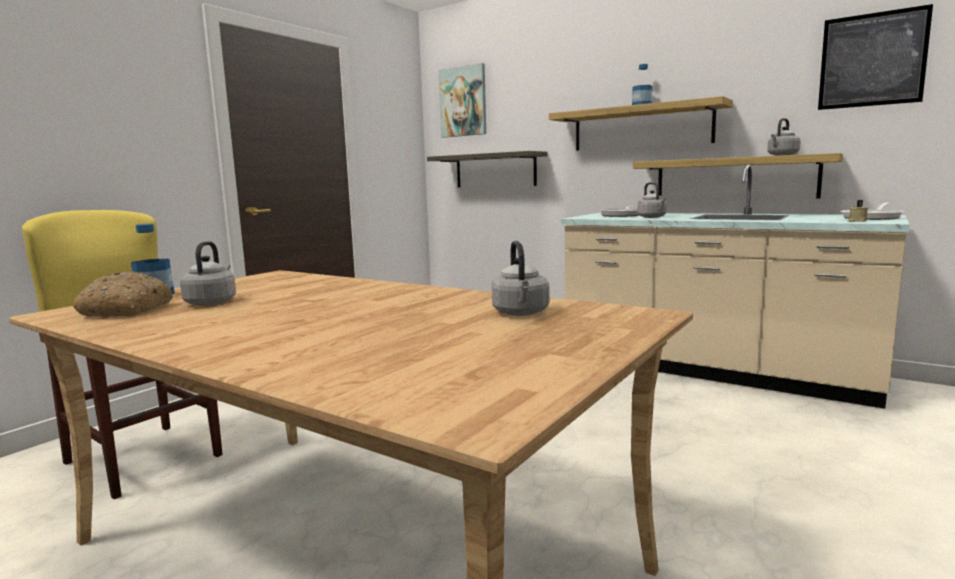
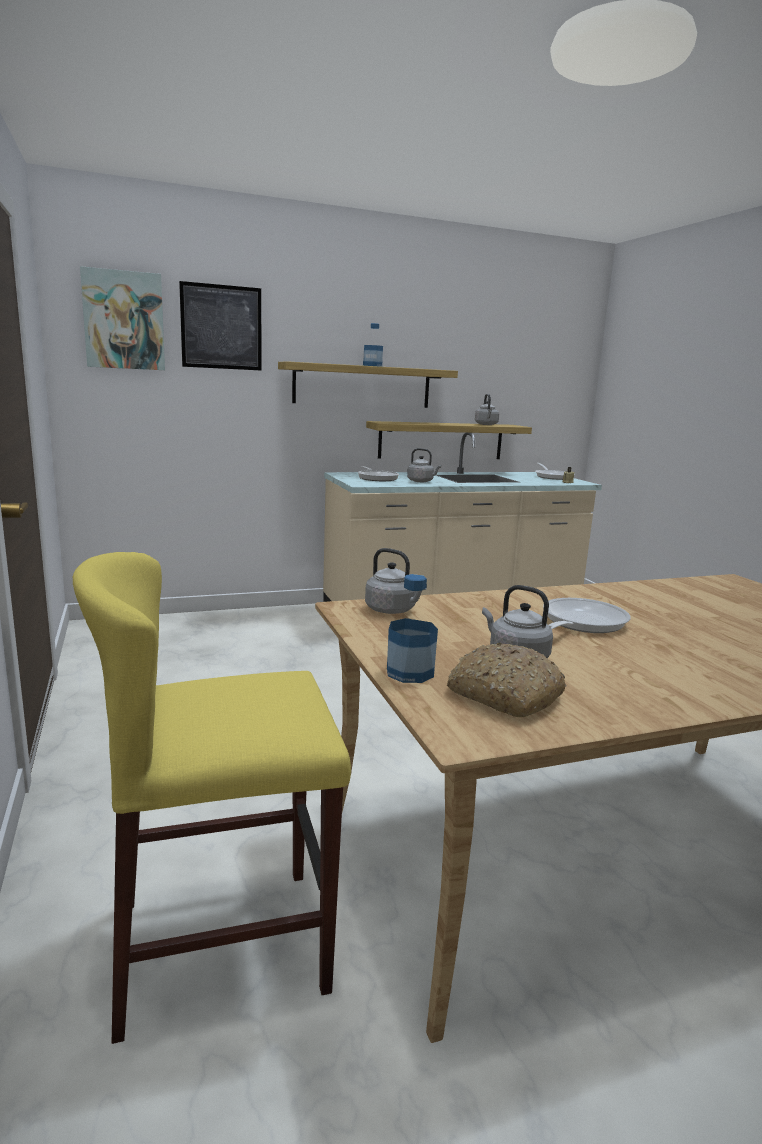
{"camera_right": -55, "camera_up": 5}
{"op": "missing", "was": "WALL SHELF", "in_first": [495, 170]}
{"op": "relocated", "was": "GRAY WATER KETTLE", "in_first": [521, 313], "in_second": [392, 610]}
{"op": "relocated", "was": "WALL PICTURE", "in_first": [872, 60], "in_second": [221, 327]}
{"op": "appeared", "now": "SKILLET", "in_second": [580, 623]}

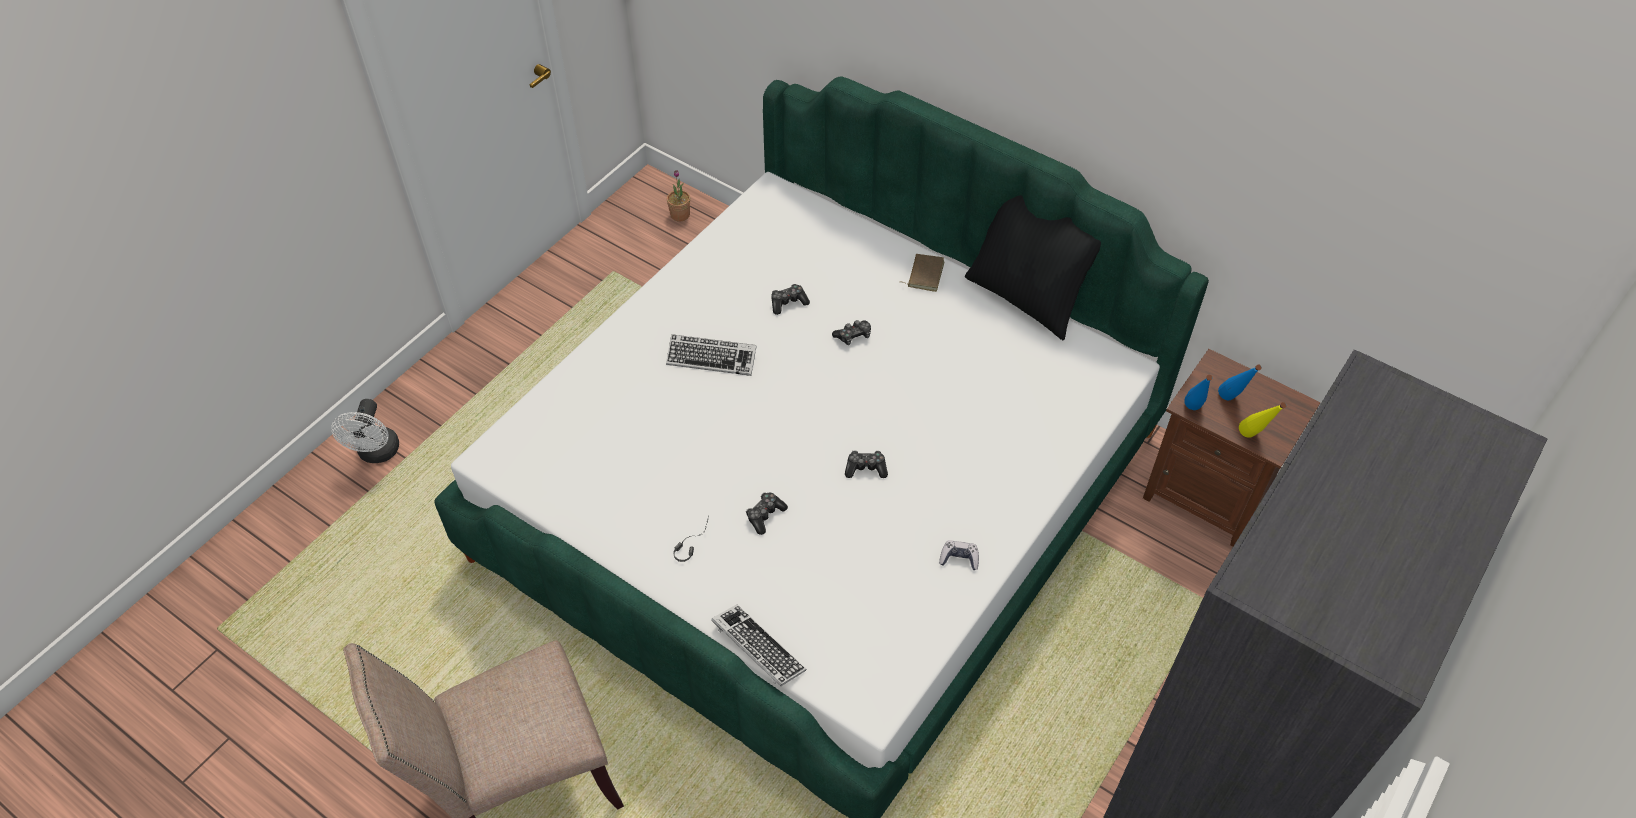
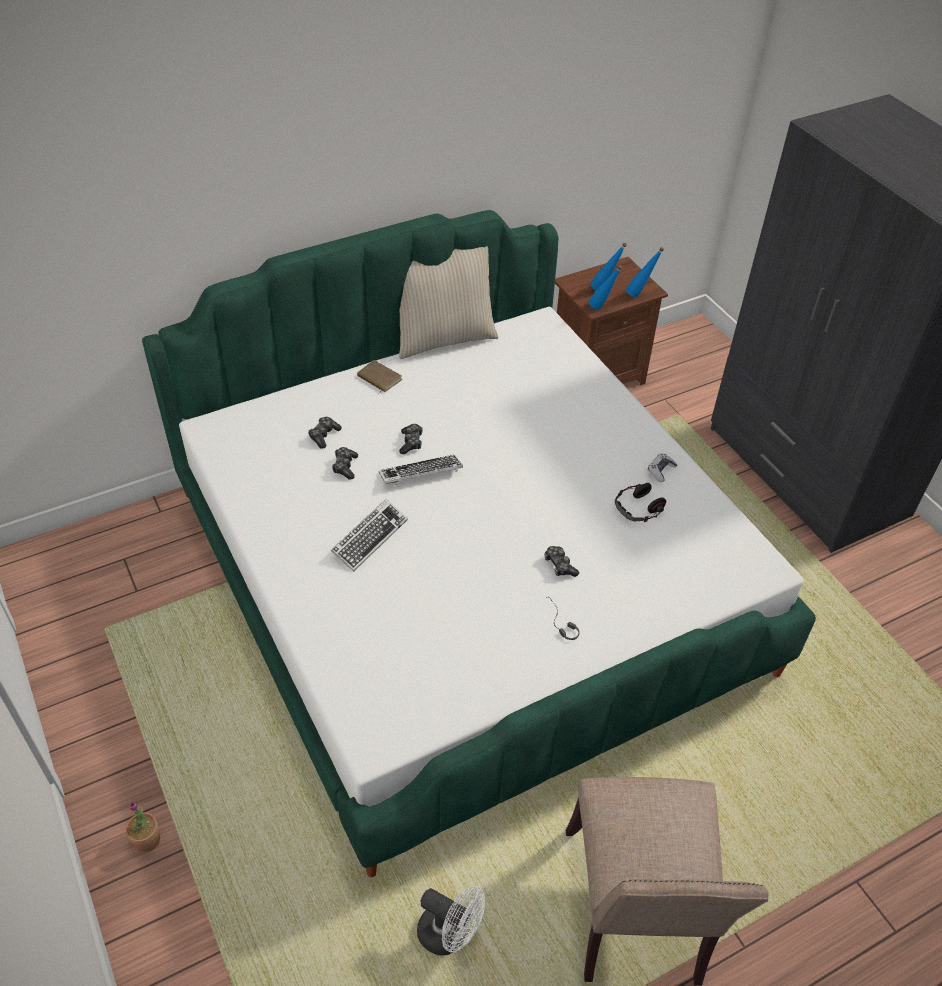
{"camera_right": -65, "camera_up": -5}
{"op": "relocated", "was": "WHITE FAN", "in_first": [377, 454], "in_second": [449, 935]}
{"op": "relocated", "was": "PLANT IN A POT", "in_first": [680, 215], "in_second": [147, 840]}
{"op": "relocated", "was": "COMPUTER KEYBOARD", "in_first": [758, 648], "in_second": [421, 474]}
{"op": "relocated", "was": "GAMEPAD", "in_first": [866, 468], "in_second": [324, 435]}
{"op": "colour", "was": "BLACK-COLOURED THROW PILLOW", "now": "SAND-COLOURED THROW PILLOW", "in_first": [1026, 297], "in_second": [443, 338]}
{"op": "colour", "was": "YELLOWISH BEVERAGE BOTTLE", "now": "BLUISH BEVERAGE BOTTLE", "in_first": [1252, 439], "in_second": [640, 295]}
{"op": "appeared", "now": "HEADSET", "in_second": [638, 508]}

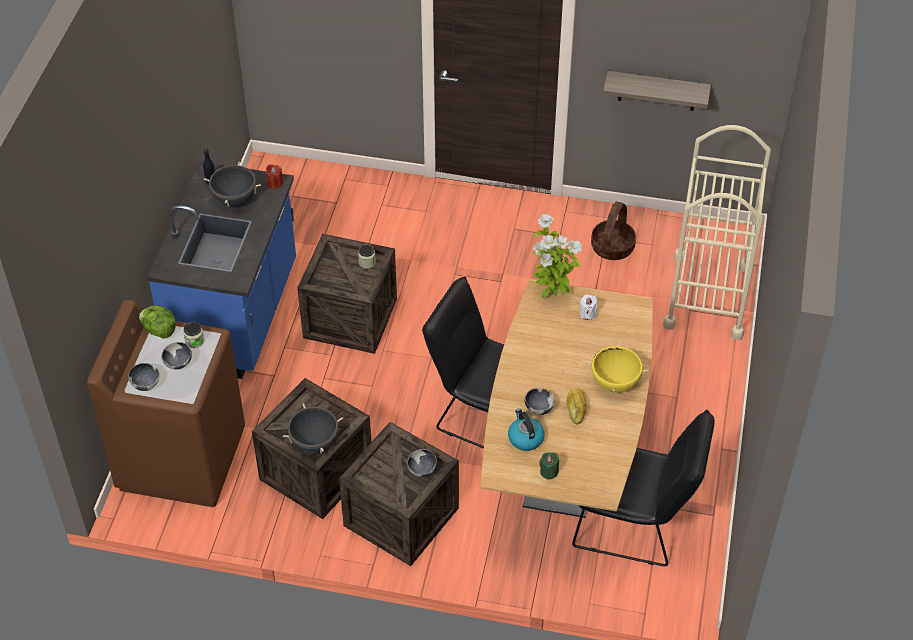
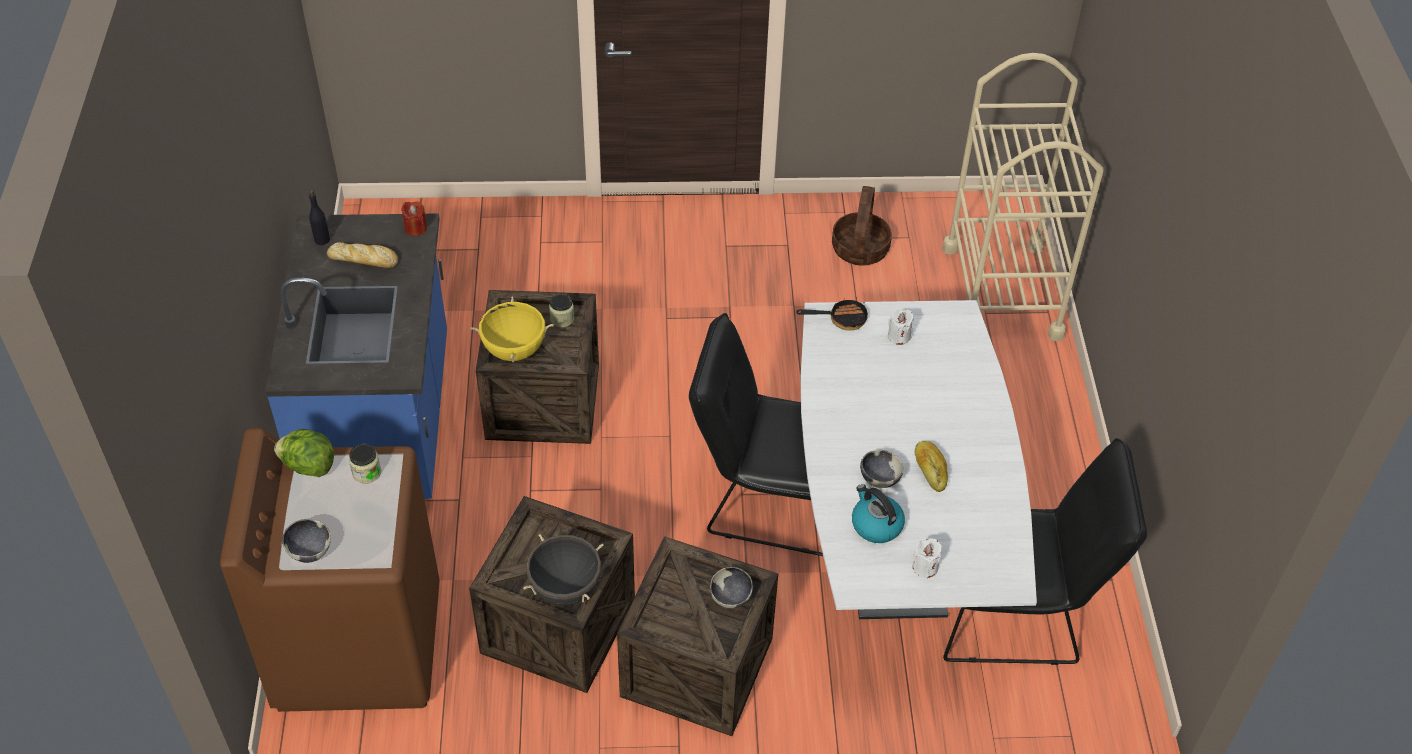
{"camera_right": -15, "camera_up": 0}
{"op": "missing", "was": "SERVING BOWL", "in_first": [178, 363]}
{"op": "exchanged", "was": "BLACK-COLOURED SAUCEPOT", "now": "BAKED BREAD", "in_first": [235, 199], "in_second": [364, 260]}
{"op": "colour", "was": "BROWN KITCHEN TABLE", "now": "WHITE KITCHEN TABLE", "in_first": [564, 461], "in_second": [893, 544]}
{"op": "exchanged", "was": "PLANT IN A POT", "now": "SKILLET", "in_first": [551, 294], "in_second": [841, 319]}
{"op": "colour", "was": "GREEN-COLOURED WAX CANDLE", "now": "WHITE WAX CANDLE", "in_first": [549, 472], "in_second": [925, 567]}
{"op": "relocated", "was": "YELLOWISH SAUCEPOT", "in_first": [614, 383], "in_second": [514, 350]}
{"op": "missing", "was": "WALL SHELF", "in_first": [657, 91]}

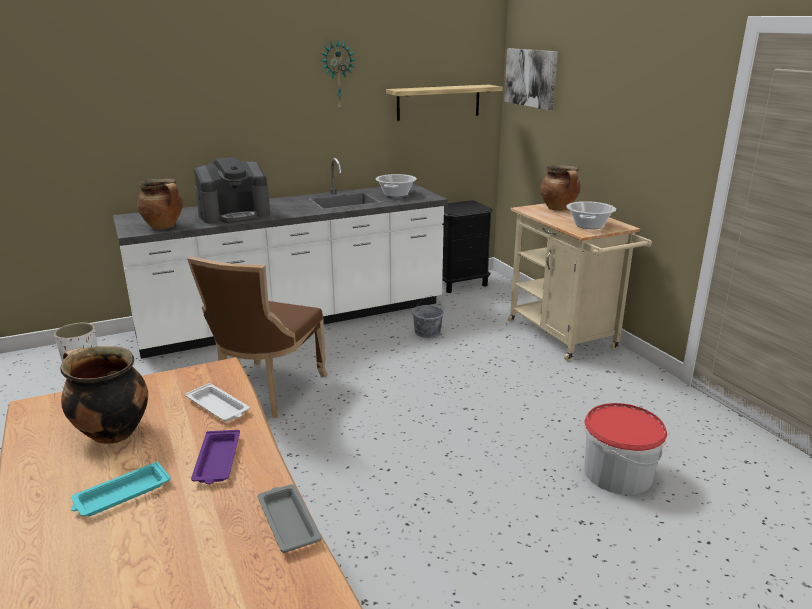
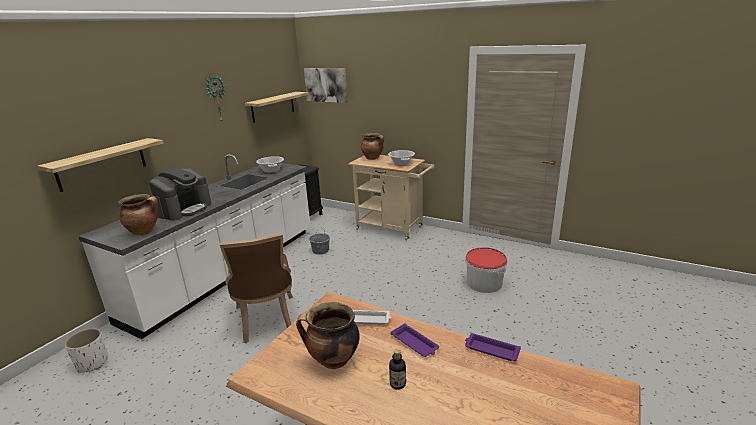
{"camera_right": -35, "camera_up": 0}
{"op": "exchanged", "was": "TURQUOISE SERVING TRAY", "now": "BEVERAGE BOTTLE", "in_first": [120, 495], "in_second": [397, 384]}
{"op": "colour", "was": "GRAY SERVING TRAY", "now": "PURPLE SERVING TRAY", "in_first": [288, 521], "in_second": [491, 350]}
{"op": "appeared", "now": "WALL SHELF", "in_second": [102, 164]}

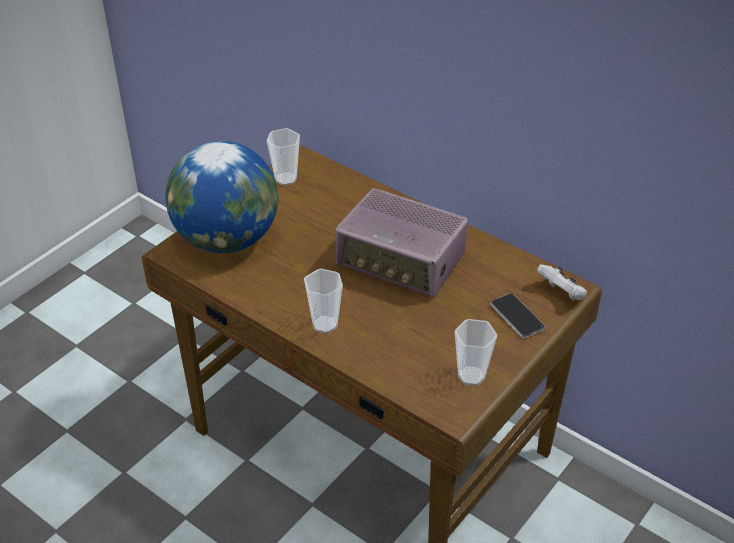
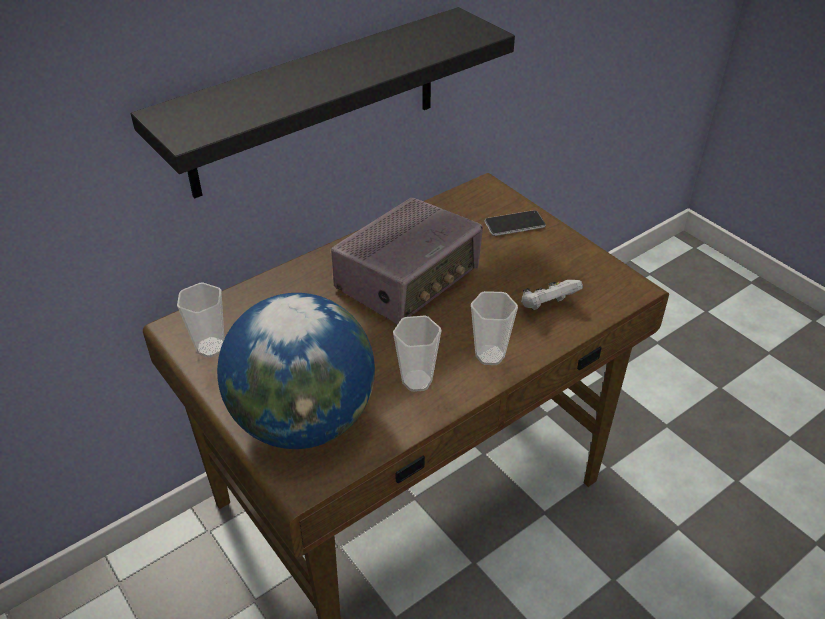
{"camera_right": -75, "camera_up": 0}
{"op": "relocated", "was": "CUP", "in_first": [471, 376], "in_second": [417, 381]}
{"op": "relocated", "was": "WHITE GAMEPAD", "in_first": [561, 294], "in_second": [547, 306]}
{"op": "appeared", "now": "BLACK-COLOURED WALL SHELF", "in_second": [315, 103]}

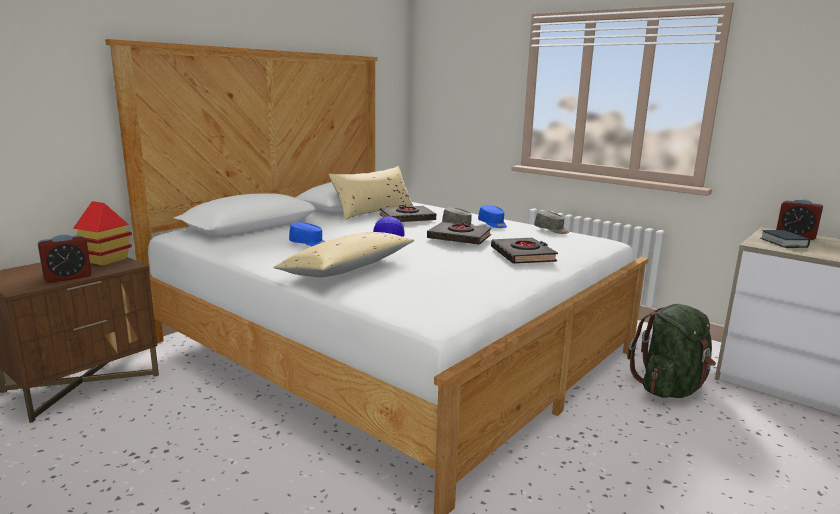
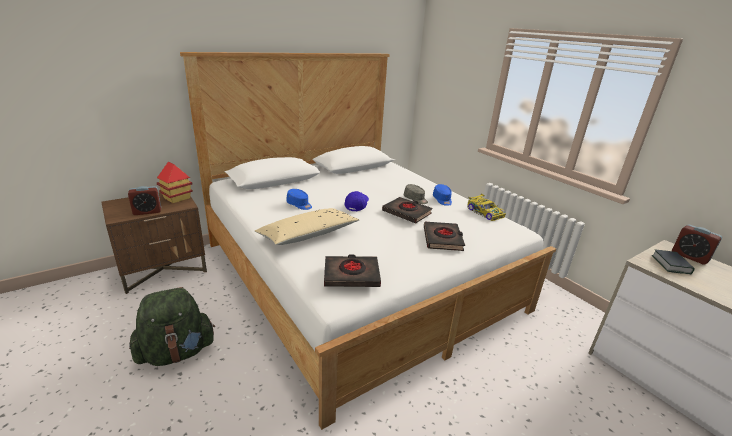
{"camera_right": 15, "camera_up": 10}
{"op": "missing", "was": "SAND-COLOURED THROW PILLOW", "in_first": [373, 211]}
{"op": "relocated", "was": "BLACK-COLOURED BOOK", "in_first": [407, 218], "in_second": [351, 275]}
{"op": "exchanged", "was": "GRAY BASEBALL CAP", "now": "MINIATURE CAR", "in_first": [551, 230], "in_second": [484, 212]}
{"op": "relocated", "was": "GREEN-COLOURED KNAPSACK", "in_first": [670, 388], "in_second": [177, 352]}

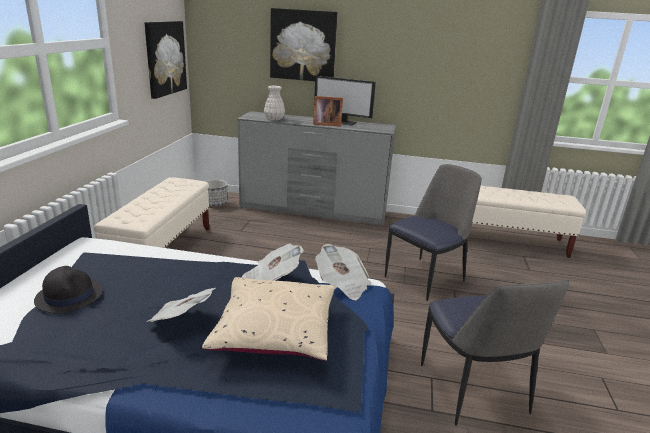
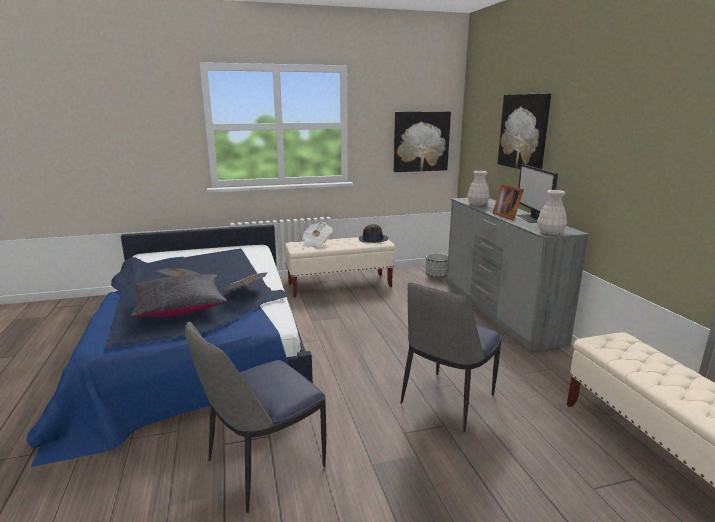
{"camera_right": 65, "camera_up": -5}
{"op": "relocated", "was": "BLACK-COLOURED WEARABLE HAT", "in_first": [69, 296], "in_second": [373, 239]}
{"op": "colour", "was": "SAND-COLOURED THROW PILLOW", "now": "BLACK-COLOURED THROW PILLOW", "in_first": [275, 331], "in_second": [180, 307]}
{"op": "relocated", "was": "NEWSPAPER", "in_first": [342, 284], "in_second": [316, 243]}
{"op": "spun", "was": "CHAIR", "in_first": [425, 278], "in_second": [446, 401], "clockwise": 105}
{"op": "appeared", "now": "WHITE DECORATIVE VASE", "in_second": [550, 232]}

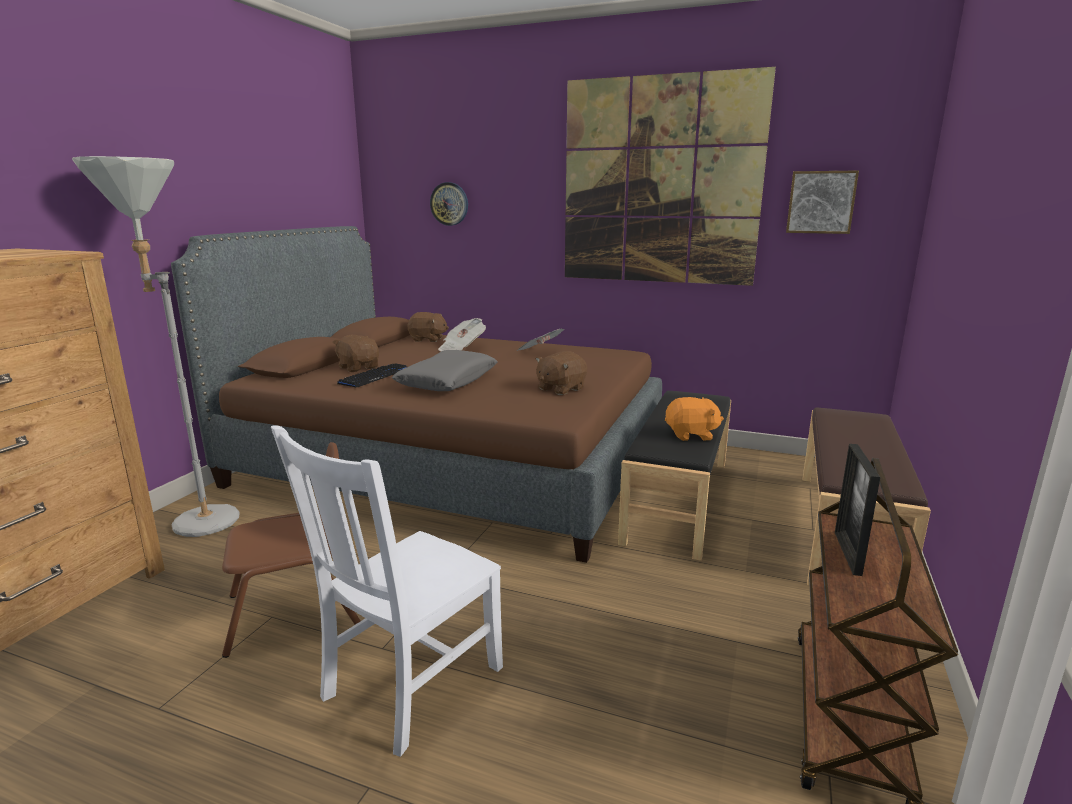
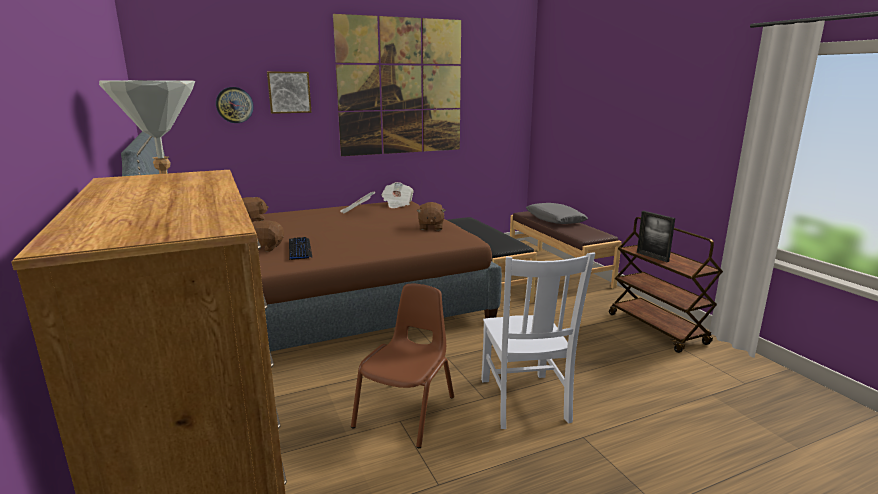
{"camera_right": -45, "camera_up": 0}
{"op": "relocated", "was": "GRAY THROW PILLOW", "in_first": [447, 382], "in_second": [555, 220]}
{"op": "relocated", "was": "NEWSPAPER", "in_first": [461, 348], "in_second": [397, 204]}
{"op": "missing", "was": "ORANGE CUDDLY TOY", "in_first": [691, 435]}
{"op": "relocated", "was": "WALL PICTURE", "in_first": [821, 202], "in_second": [289, 92]}

